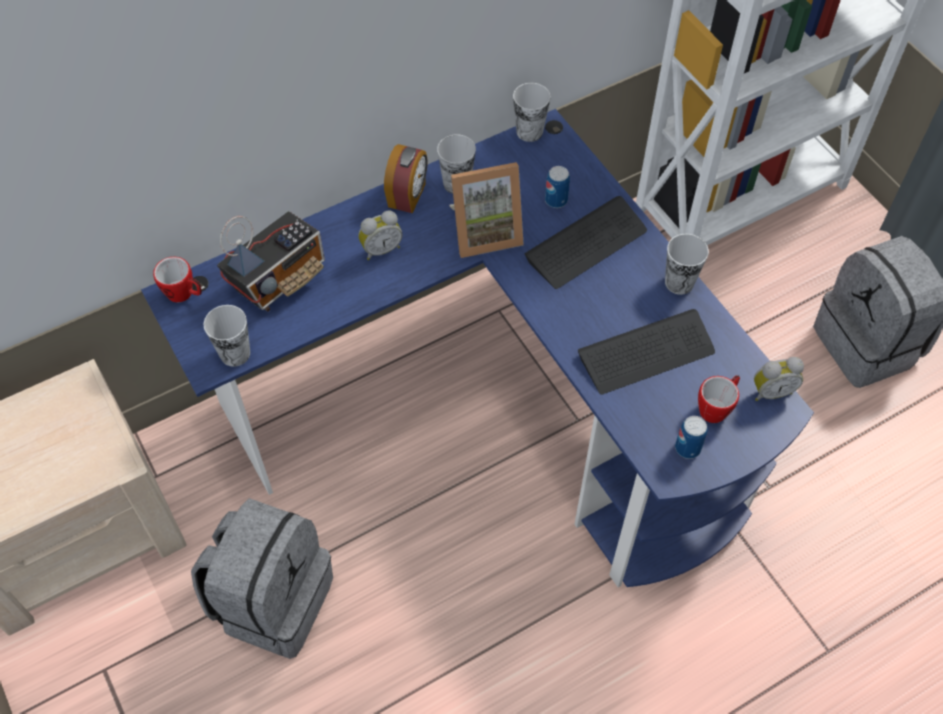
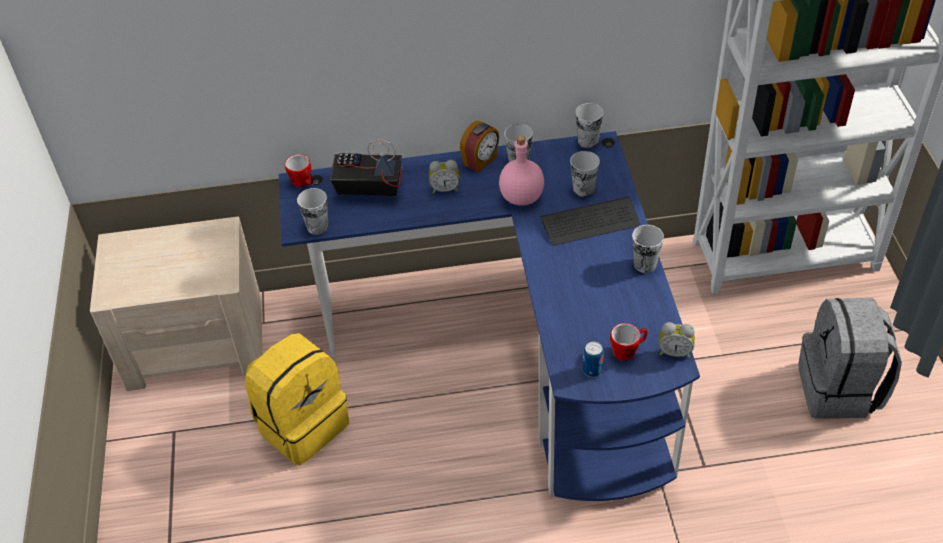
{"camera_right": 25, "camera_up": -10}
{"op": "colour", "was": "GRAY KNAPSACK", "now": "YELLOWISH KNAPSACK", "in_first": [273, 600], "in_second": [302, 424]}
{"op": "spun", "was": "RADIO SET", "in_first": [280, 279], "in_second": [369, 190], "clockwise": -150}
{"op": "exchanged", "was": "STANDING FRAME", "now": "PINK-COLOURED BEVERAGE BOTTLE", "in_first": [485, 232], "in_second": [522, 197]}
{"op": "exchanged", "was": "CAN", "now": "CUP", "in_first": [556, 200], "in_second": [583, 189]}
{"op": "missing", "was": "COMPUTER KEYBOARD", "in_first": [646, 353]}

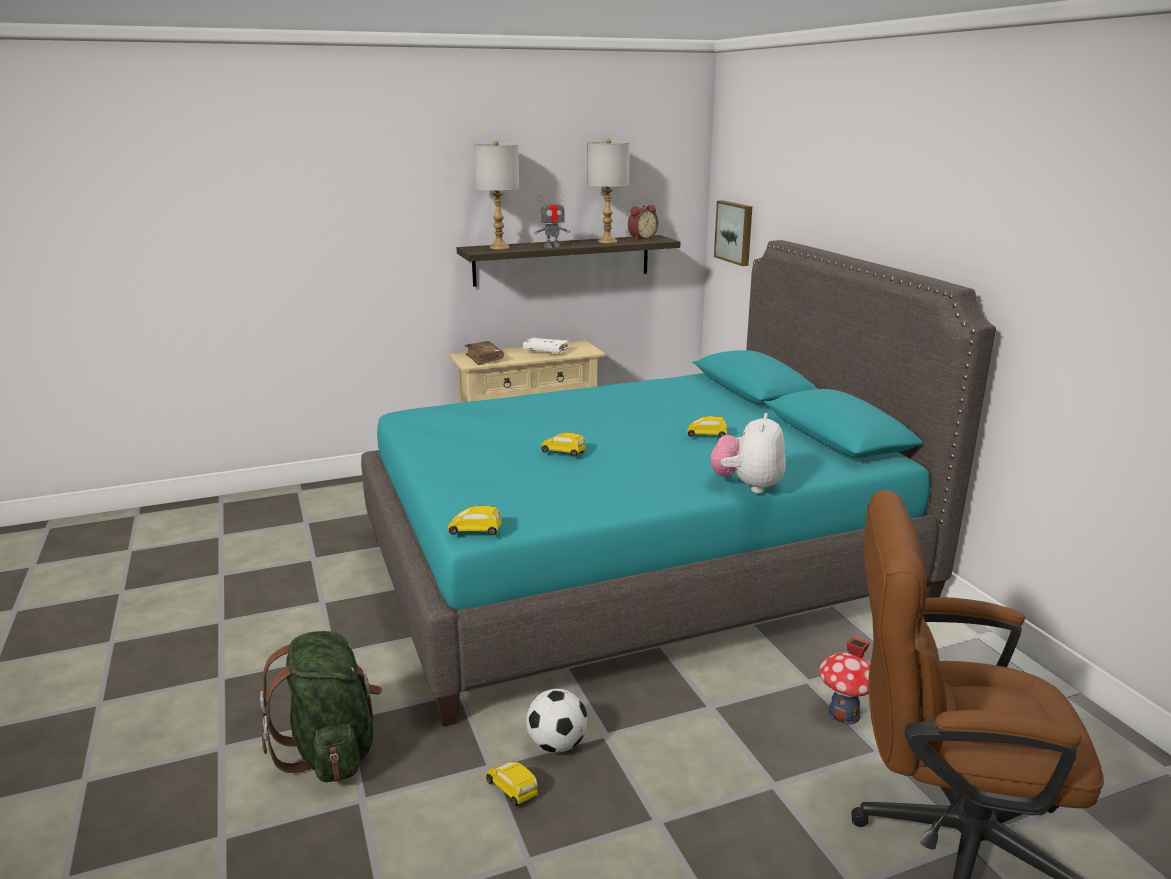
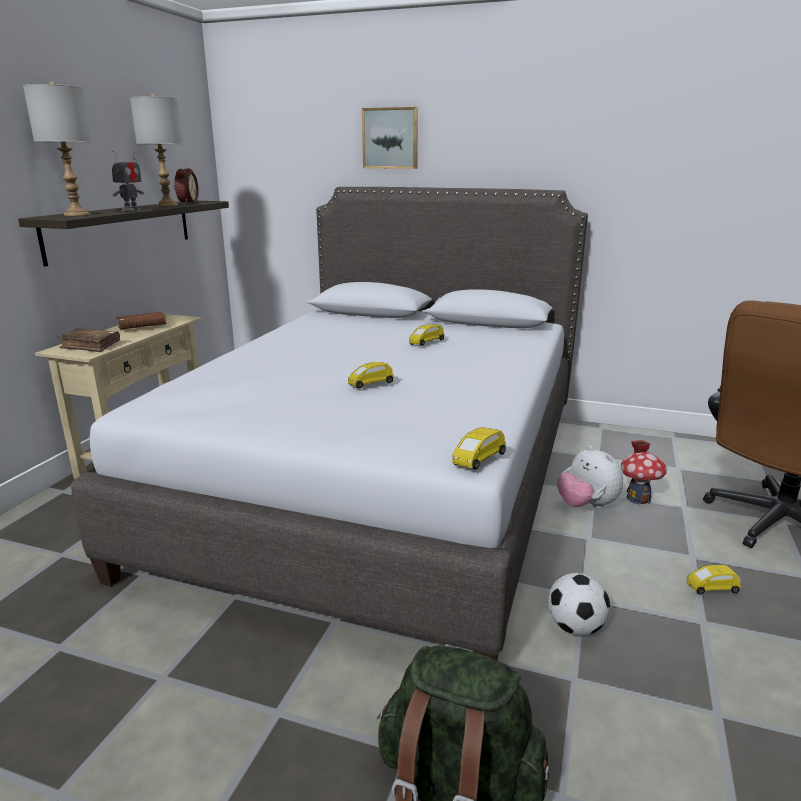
{"camera_right": -50, "camera_up": 0}
{"op": "colour", "was": "TURQUOISE SLEEPING BED", "now": "GRAY SLEEPING BED", "in_first": [636, 568], "in_second": [382, 484]}
{"op": "relocated", "was": "YELLOWISH MINIATURE CAR", "in_first": [512, 790], "in_second": [711, 588]}
{"op": "colour", "was": "WHITE BOOK", "now": "BROWN BOOK", "in_first": [546, 351], "in_second": [142, 327]}
{"op": "relocated", "was": "CUDDLY TOY", "in_first": [748, 486], "in_second": [586, 505]}
{"op": "relocated", "was": "WALL PICTURE", "in_first": [735, 232], "in_second": [390, 138]}

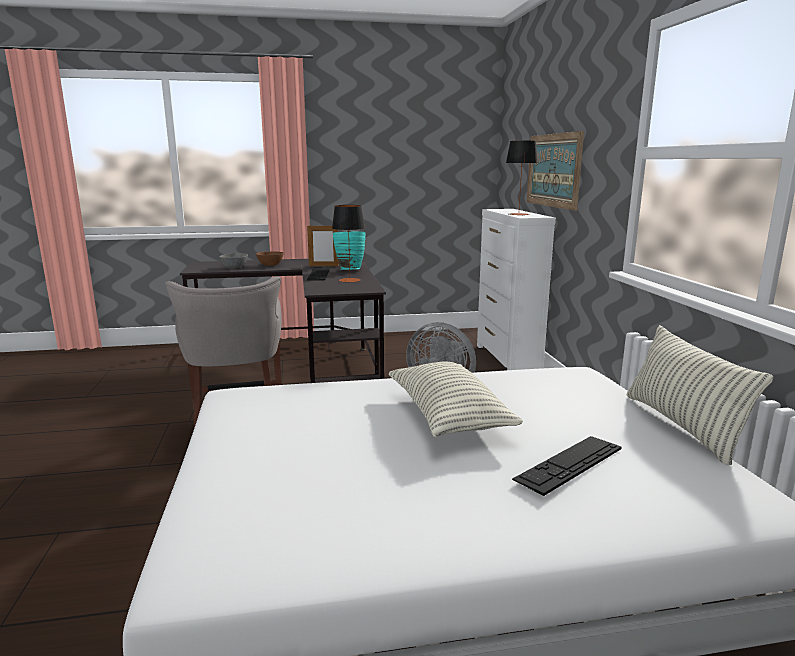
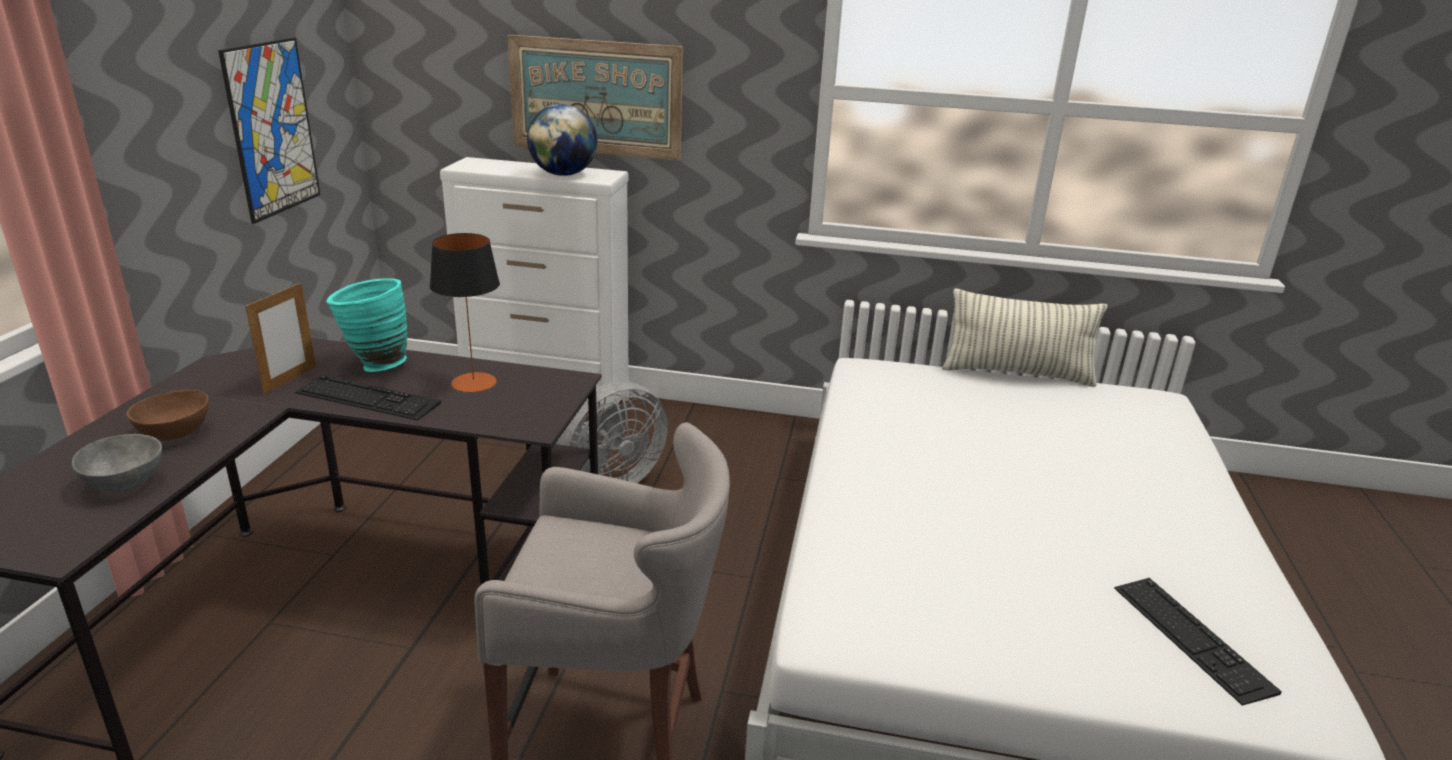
{"camera_right": -70, "camera_up": 10}
{"op": "missing", "was": "THROW PILLOW", "in_first": [448, 416]}
{"op": "exchanged", "was": "TABLETOP LAMP", "now": "GLOBE", "in_first": [518, 214], "in_second": [563, 174]}
{"op": "relocated", "was": "COMPUTER KEYBOARD", "in_first": [569, 463], "in_second": [1191, 637]}
{"op": "appeared", "now": "WALL PICTURE", "in_second": [272, 129]}

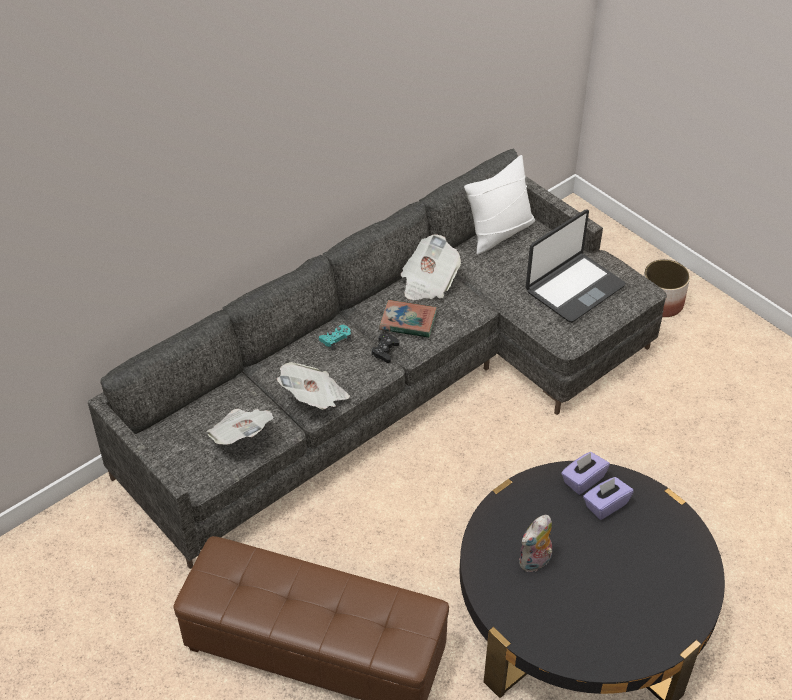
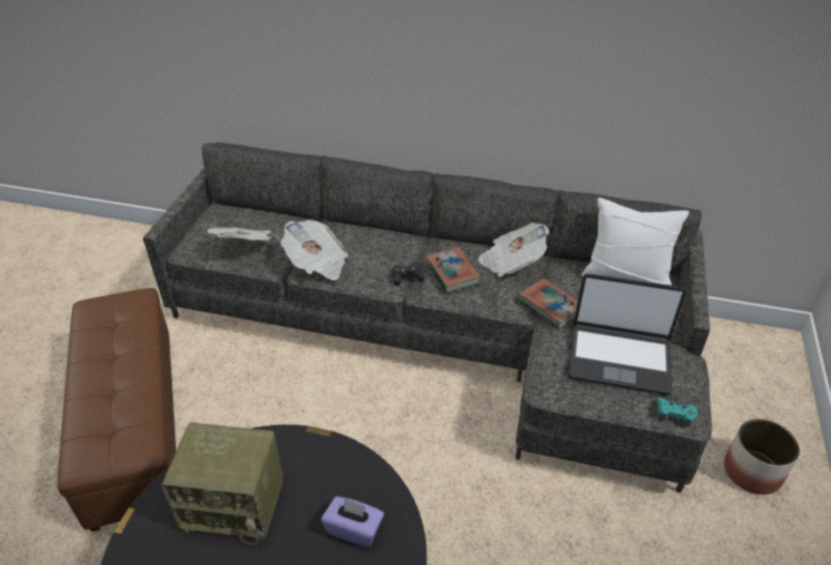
{"camera_right": 55, "camera_up": -5}
{"op": "relocated", "was": "TURQUOISE GAMEPAD", "in_first": [335, 339], "in_second": [675, 414]}
{"op": "exchanged", "was": "CUDDLY TOY", "now": "RADIO SET", "in_first": [535, 562], "in_second": [236, 504]}
{"op": "missing", "was": "PURPLE TISSUE BOX", "in_first": [583, 480]}
{"op": "appeared", "now": "BOOK", "in_second": [551, 306]}

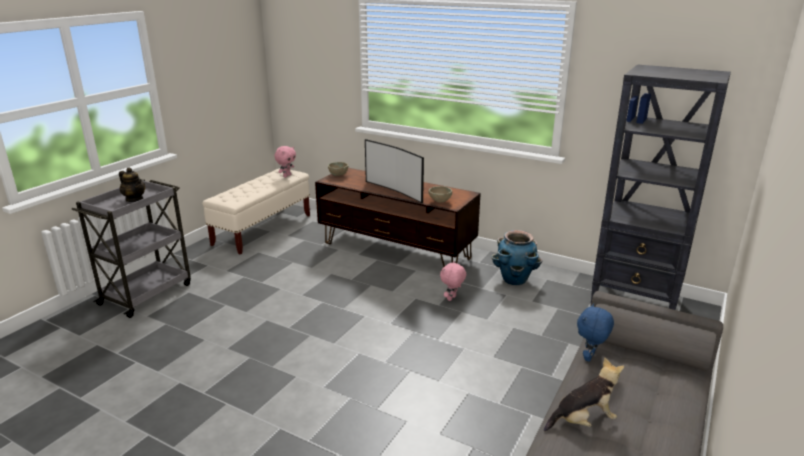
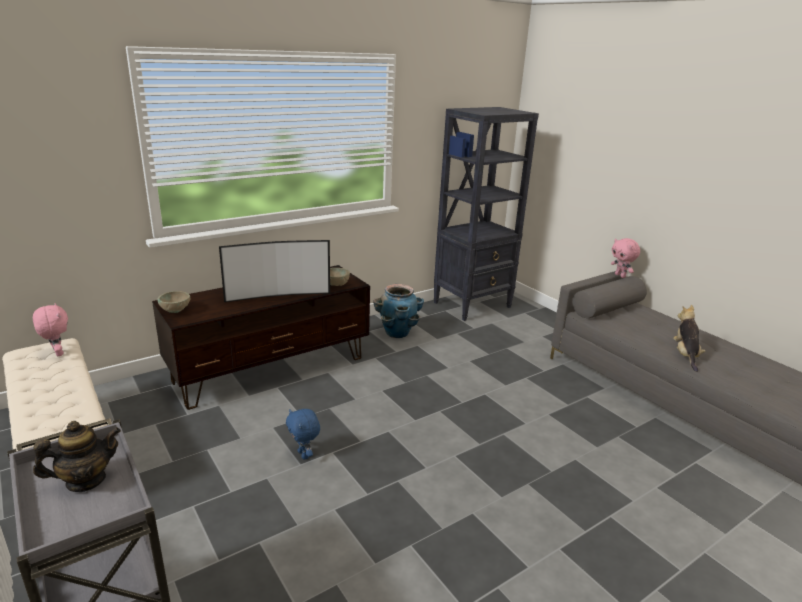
{"camera_right": -65, "camera_up": 0}
{"op": "relocated", "was": "PINK-COLOURED CUDDLY TOY", "in_first": [452, 298], "in_second": [620, 276]}
{"op": "relocated", "was": "BLUISH CUDDLY TOY", "in_first": [590, 357], "in_second": [304, 455]}

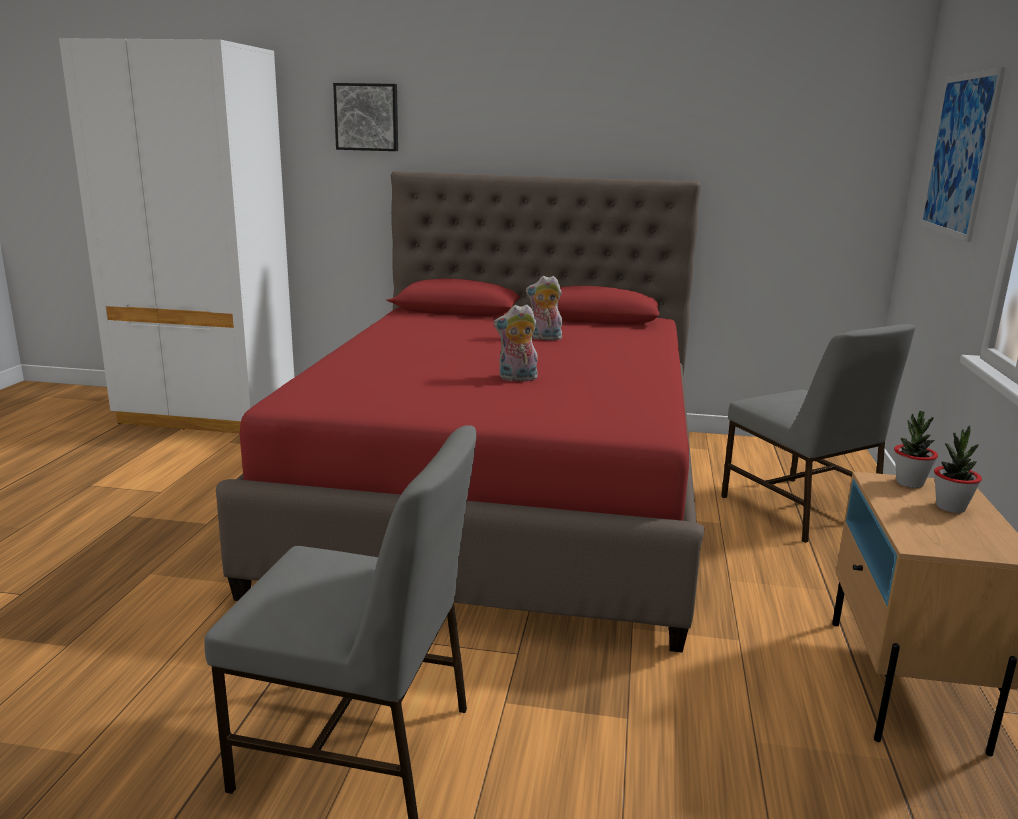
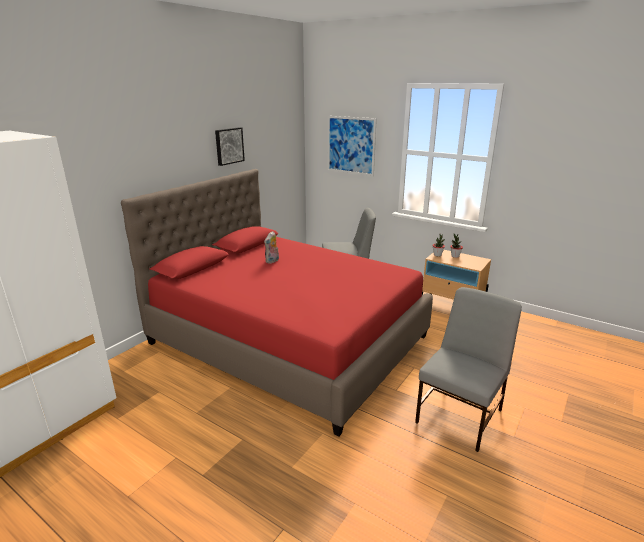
{"camera_right": -65, "camera_up": 5}
{"op": "relocated", "was": "WALL PICTURE", "in_first": [367, 117], "in_second": [229, 146]}
{"op": "missing", "was": "CUDDLY TOY", "in_first": [517, 378]}

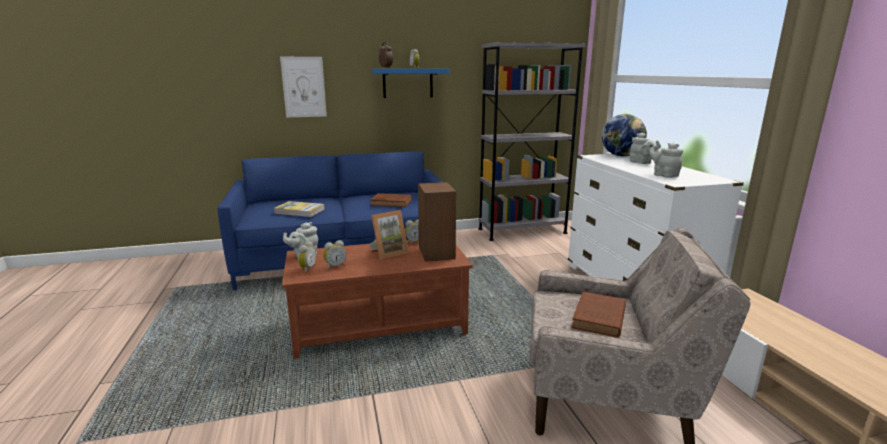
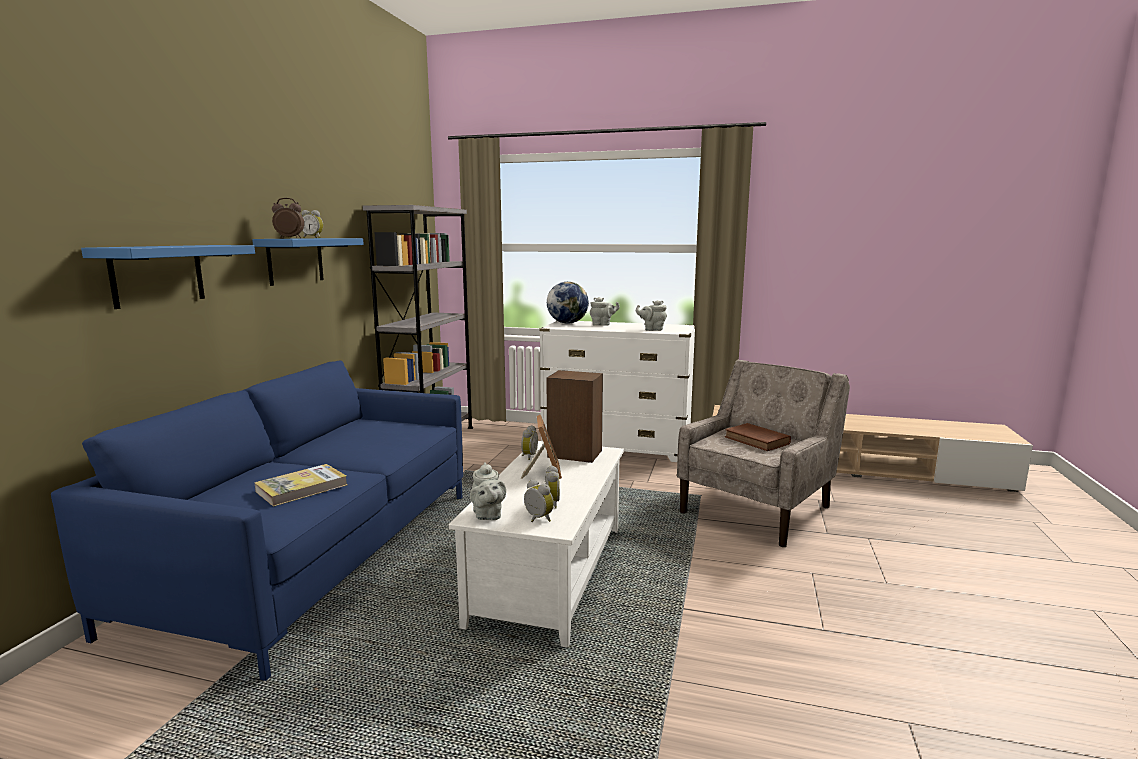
{"camera_right": -60, "camera_up": -5}
{"op": "exchanged", "was": "WALL PICTURE", "now": "BLUISH WALL SHELF", "in_first": [304, 87], "in_second": [158, 275]}
{"op": "colour", "was": "BROWN LOW TABLE", "now": "WHITE LOW TABLE", "in_first": [379, 326], "in_second": [548, 573]}
{"op": "missing", "was": "BROWN BOOK", "in_first": [392, 203]}

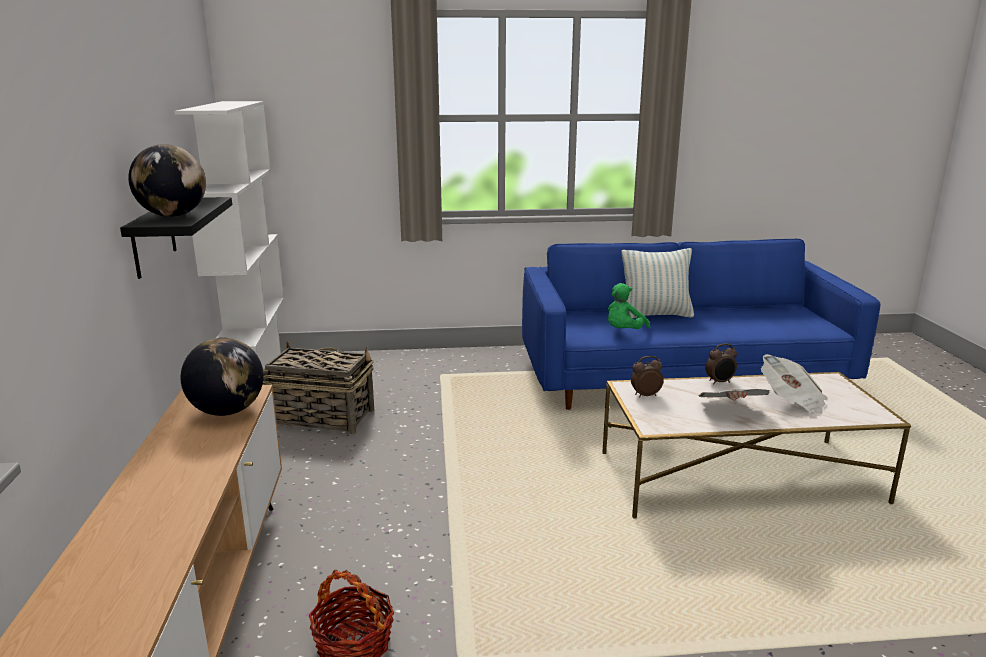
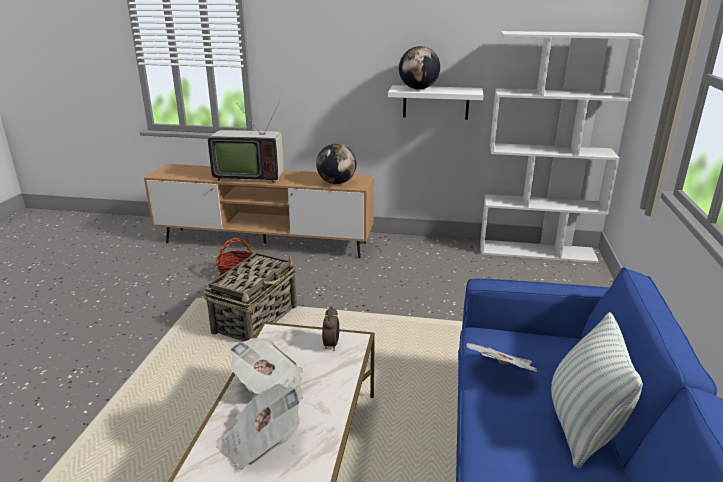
{"camera_right": 105, "camera_up": 5}
{"op": "colour", "was": "BLACK-COLOURED WALL SHELF", "now": "WHITE WALL SHELF", "in_first": [153, 237], "in_second": [436, 102]}
{"op": "relocated", "was": "STORAGE BASKET", "in_first": [320, 417], "in_second": [256, 319]}
{"op": "exchanged", "was": "GREEN-COLOURED CUDDLY TOY", "now": "NEWSPAPER", "in_first": [623, 332], "in_second": [502, 373]}
{"op": "missing", "was": "TABLE CLOCK", "in_first": [720, 382]}
{"op": "appeared", "now": "TV SET", "in_second": [248, 176]}

